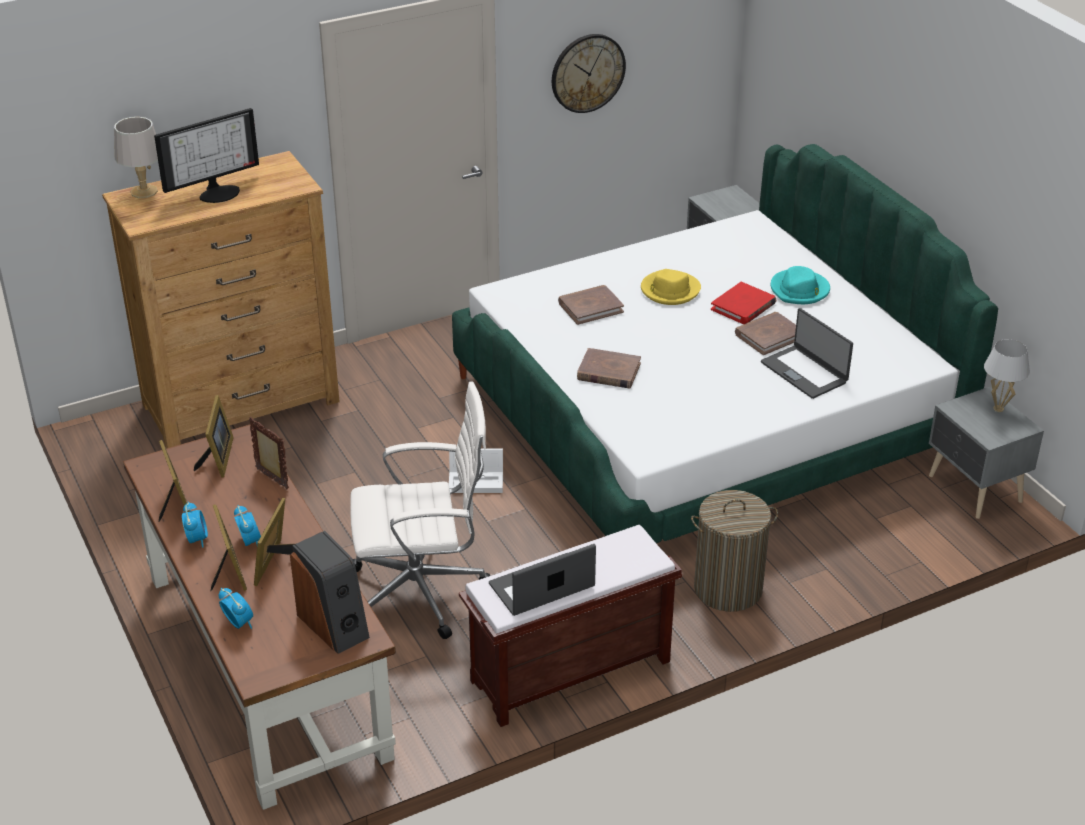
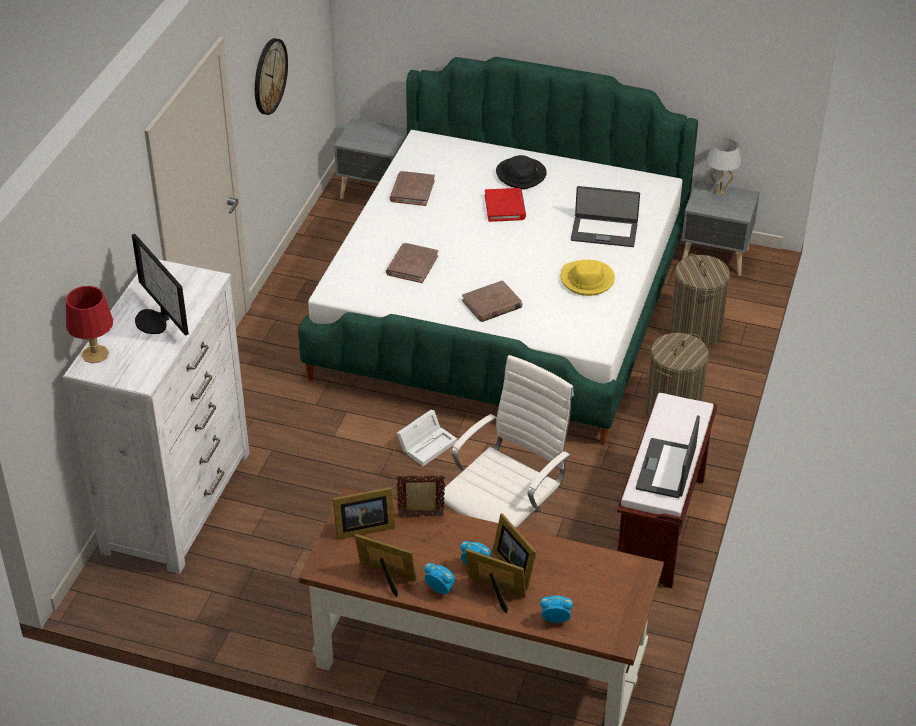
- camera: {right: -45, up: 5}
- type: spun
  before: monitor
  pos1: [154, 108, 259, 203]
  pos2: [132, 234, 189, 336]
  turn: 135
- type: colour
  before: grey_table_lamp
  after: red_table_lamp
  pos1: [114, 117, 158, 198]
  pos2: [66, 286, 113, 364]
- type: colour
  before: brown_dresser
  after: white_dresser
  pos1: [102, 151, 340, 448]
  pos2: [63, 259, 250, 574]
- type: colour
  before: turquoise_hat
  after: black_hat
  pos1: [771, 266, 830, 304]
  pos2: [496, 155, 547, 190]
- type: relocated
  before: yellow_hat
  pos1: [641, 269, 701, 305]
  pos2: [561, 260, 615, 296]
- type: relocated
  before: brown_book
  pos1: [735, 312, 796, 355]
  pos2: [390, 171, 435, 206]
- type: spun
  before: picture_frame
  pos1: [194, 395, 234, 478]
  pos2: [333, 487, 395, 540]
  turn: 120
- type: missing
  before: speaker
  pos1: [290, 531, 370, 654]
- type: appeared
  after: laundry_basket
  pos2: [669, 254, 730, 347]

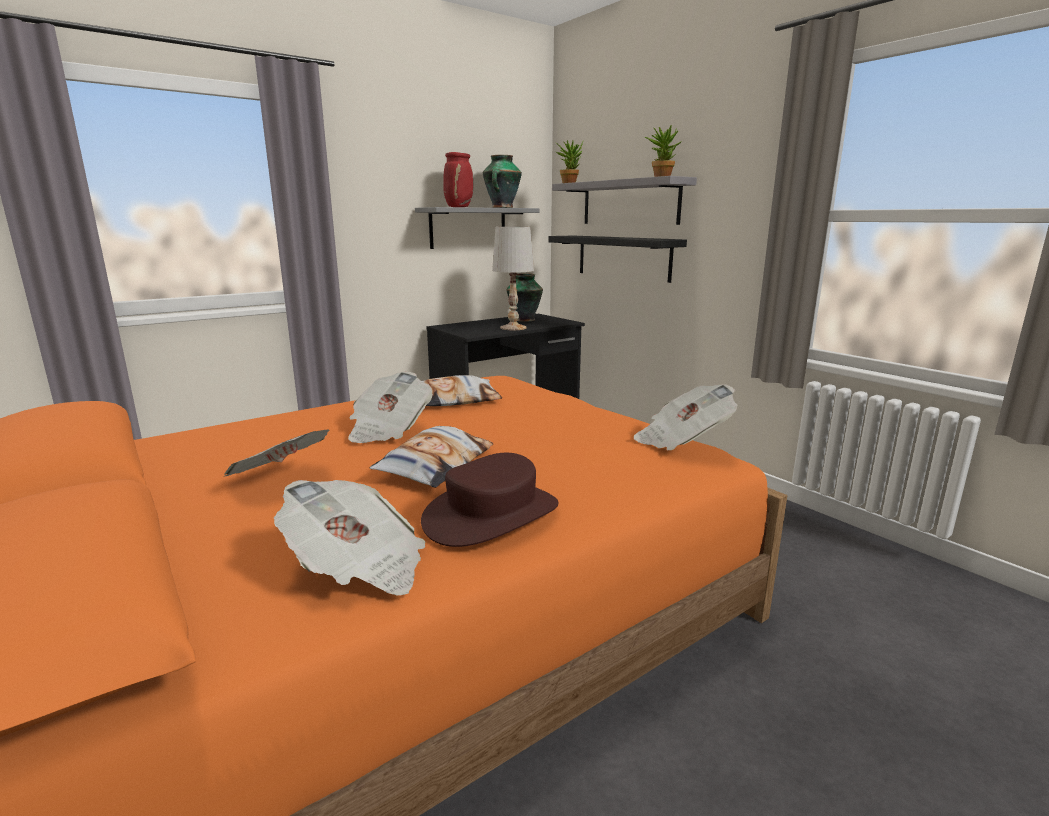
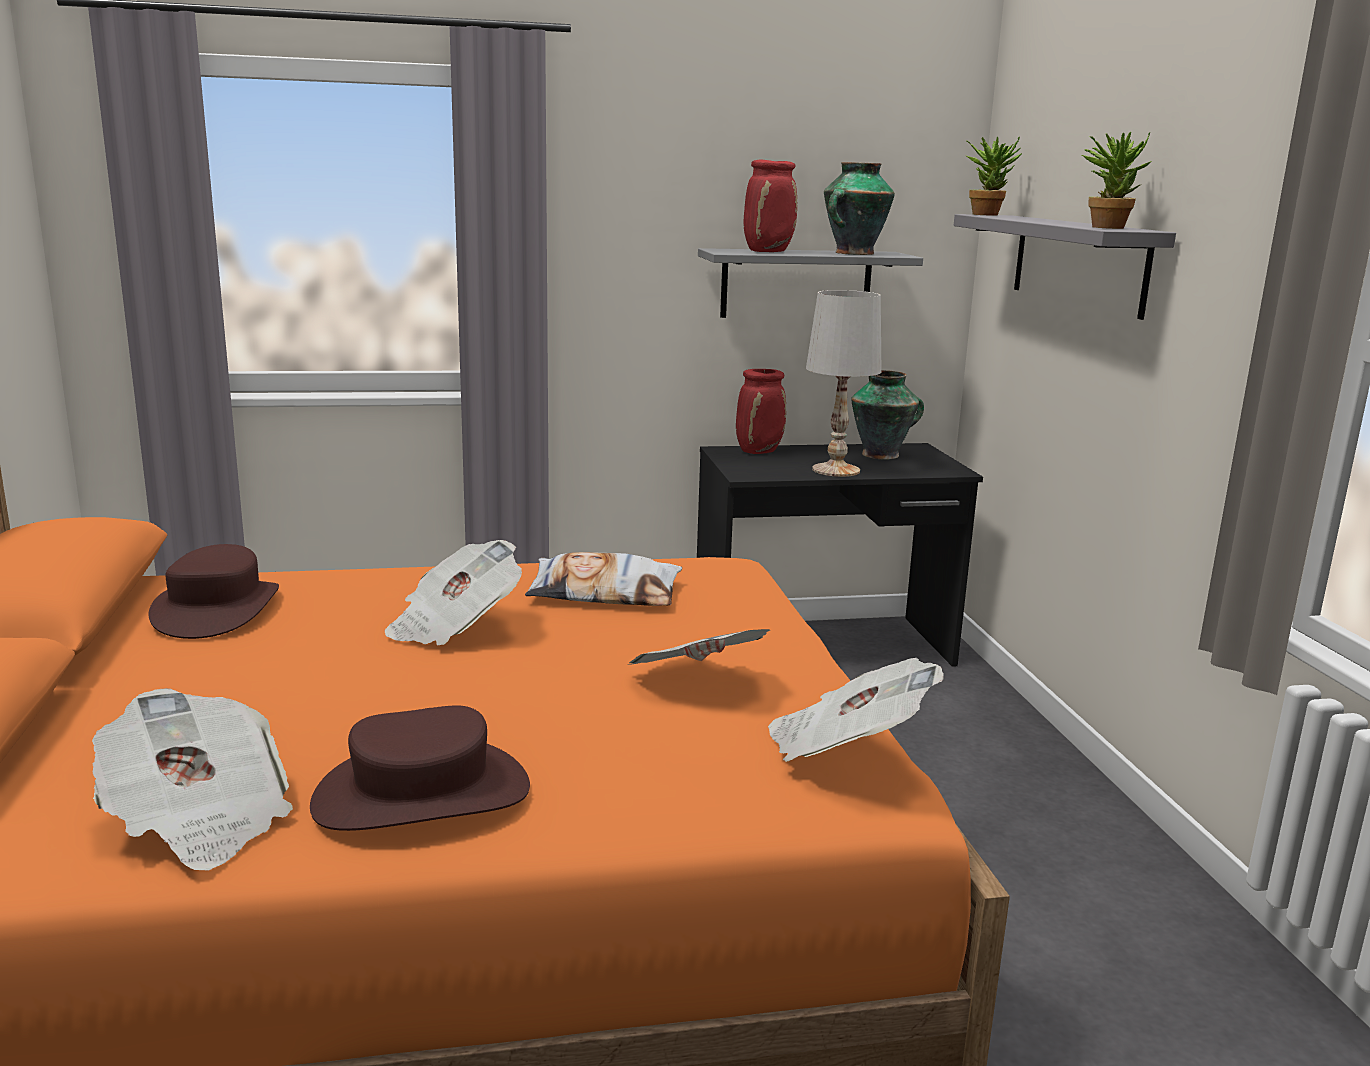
- camera: {right: 25, up: 0}
- type: missing
  before: black_shelf
  pos1: [548, 236, 687, 283]
- type: missing
  before: pillow
  pos1: [370, 426, 494, 488]
- type: relocated
  before: newspaper
  pos1: [223, 430, 330, 477]
  pos2: [629, 629, 770, 664]
- type: appeared
  after: red_vase
  pos2: [736, 369, 786, 454]
- type: appeared
  after: brown_hat
  pos2: [149, 544, 279, 639]

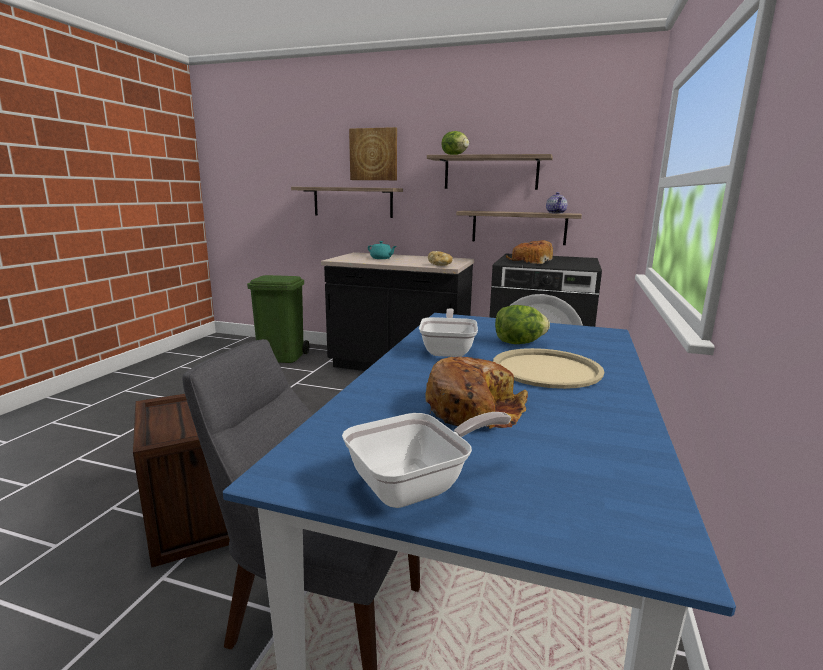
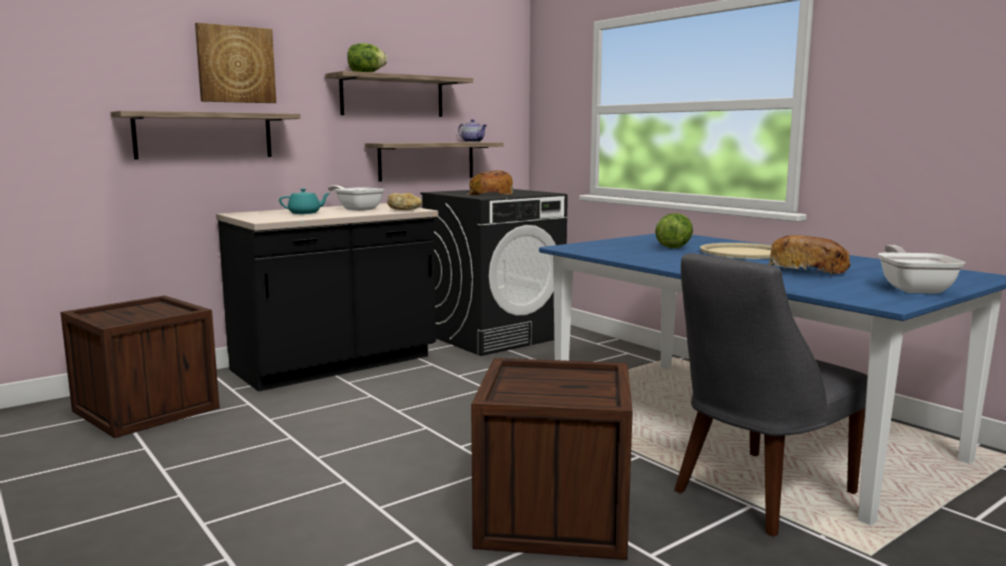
- camera: {right: -55, up: -5}
- type: exchanged
  before: green_trash_can
  after: crate
  pos1: [247, 275, 309, 363]
  pos2: [60, 295, 219, 438]
- type: relocated
  before: frying_pan
  pos1: [419, 308, 478, 357]
  pos2: [328, 185, 385, 211]

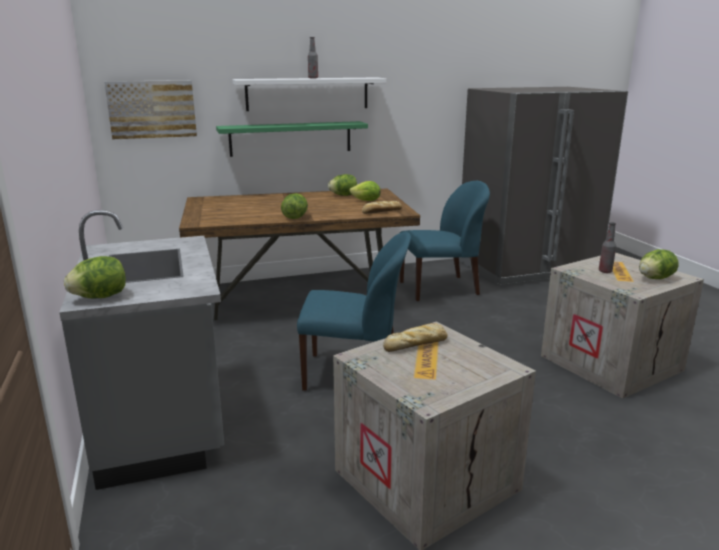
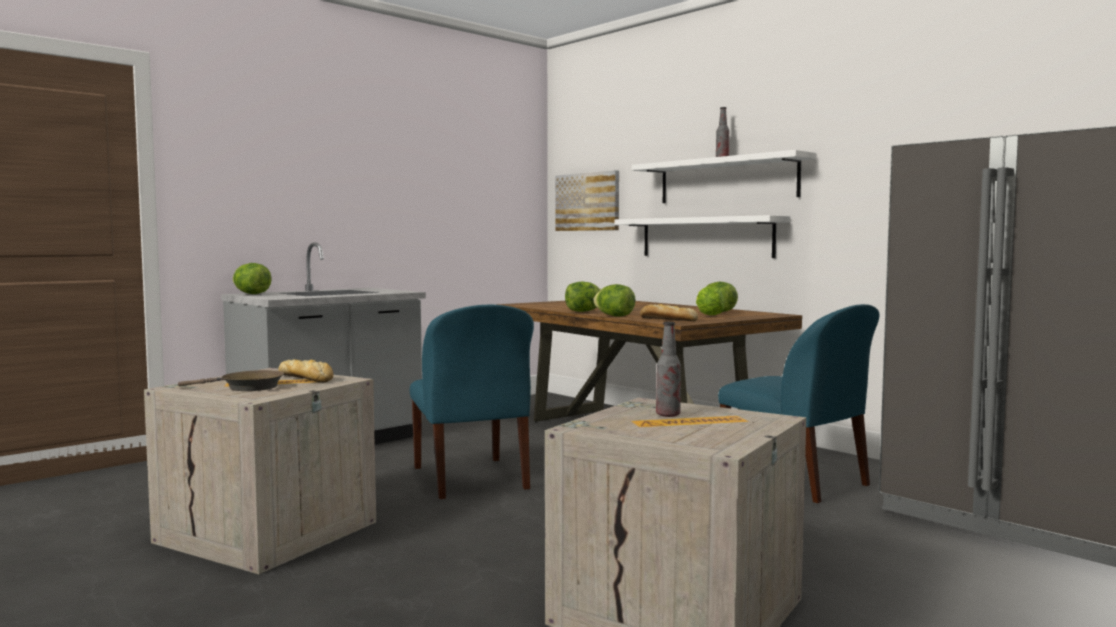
- camera: {right: 65, up: -15}
- type: colour
  before: green_shelf
  after: white_shelf
  pos1: [216, 121, 368, 157]
  pos2: [614, 215, 790, 258]
- type: relocated
  before: lettuce
  pos1: [639, 249, 678, 279]
  pos2: [593, 284, 636, 317]
- type: appeared
  after: brown_frying_pan
  pos2: [178, 370, 284, 391]

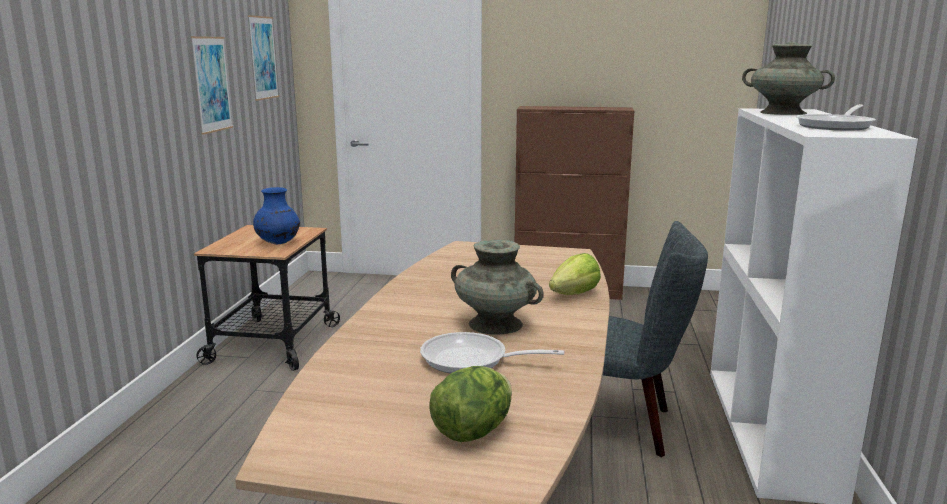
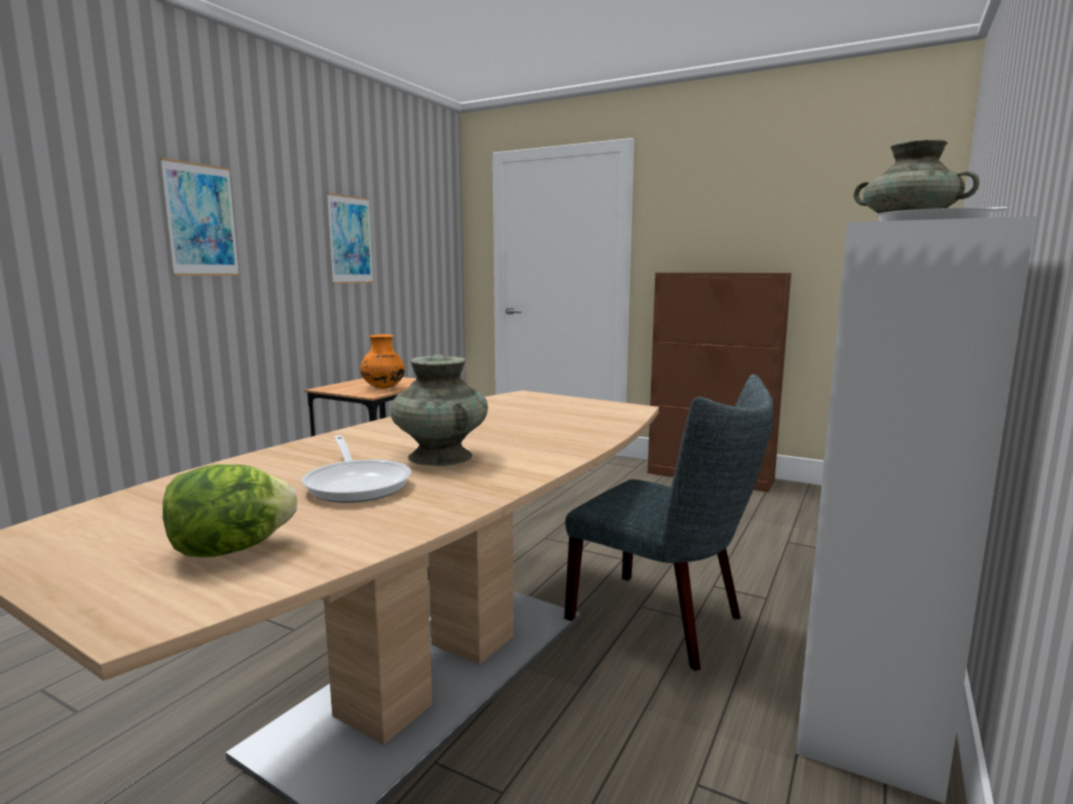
- camera: {right: 20, up: -5}
- type: relocated
  before: picture
  pos1: [248, 15, 279, 101]
  pos2: [160, 158, 240, 276]
- type: colour
  before: blue_vase
  after: orange_vase
  pos1: [253, 187, 300, 244]
  pos2: [360, 334, 405, 389]
- type: missing
  before: lettuce
  pos1: [549, 253, 601, 295]
- type: spun
  before: frying_pan
  pos1: [420, 332, 565, 374]
  pos2: [302, 435, 411, 503]
  turn: -150

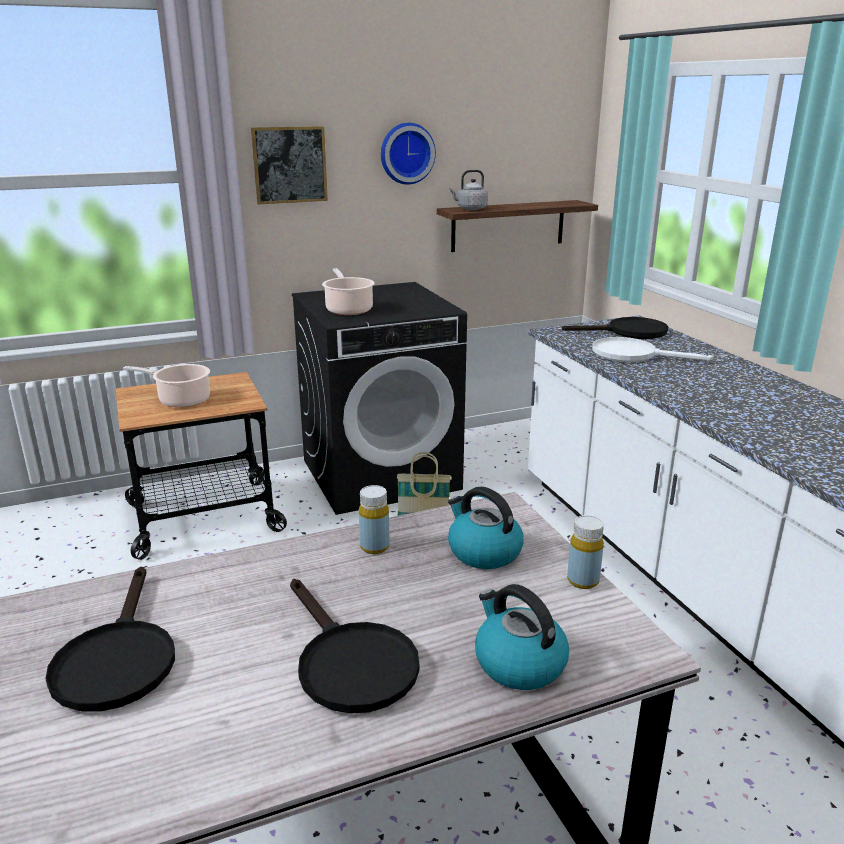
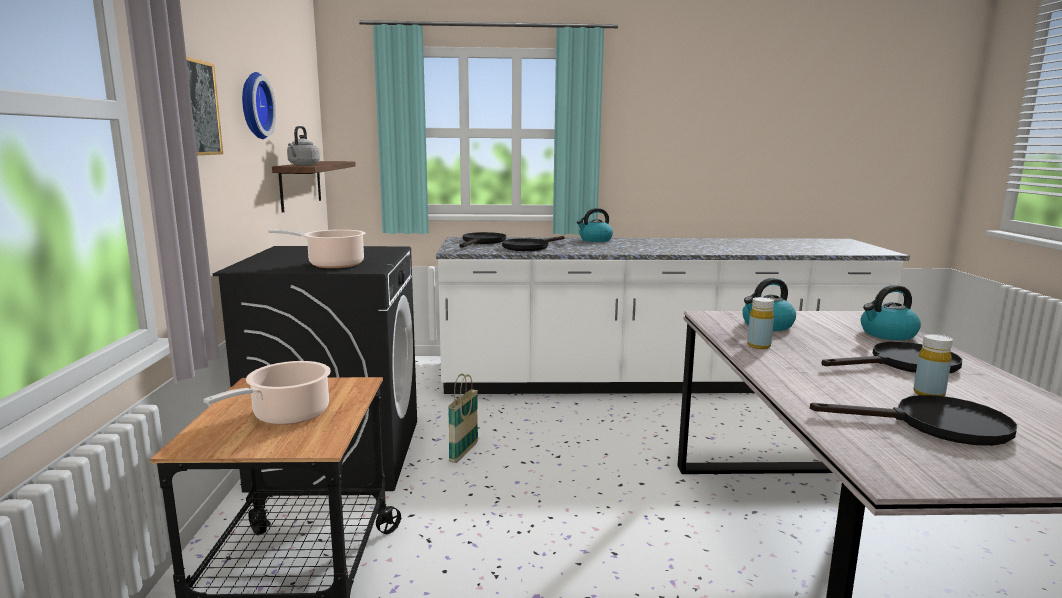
- camera: {right: -70, up: -10}
- type: colour
  before: white_frying_pan
  after: black_frying_pan
  pos1: [592, 337, 714, 362]
  pos2: [502, 236, 564, 251]
- type: relocated
  before: yellow_bottle
  pos1: [567, 515, 604, 589]
  pos2: [913, 334, 953, 396]
- type: appeared
  after: kettle
  pos2: [577, 208, 613, 242]

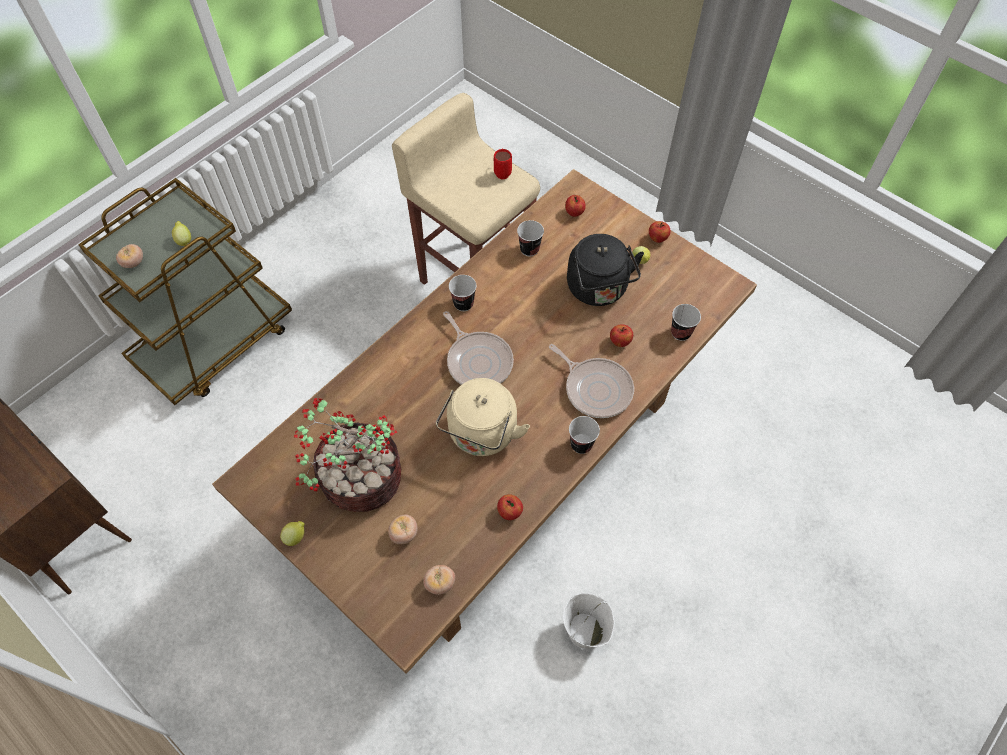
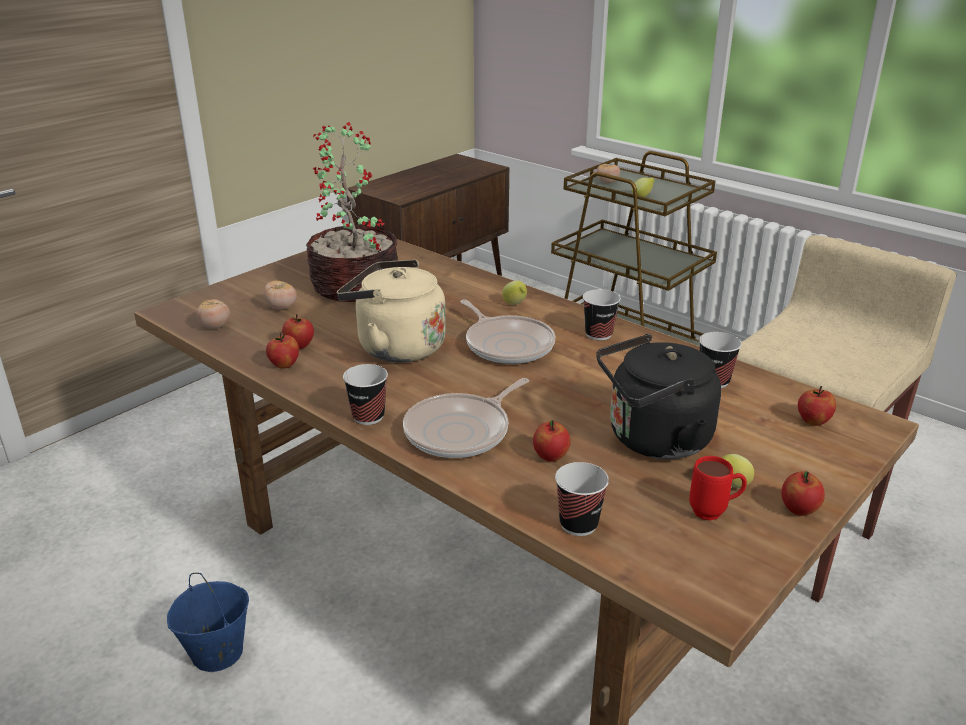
- camera: {right: 90, up: -30}
- type: relocated
  before: red_mug
  pos1: [494, 148, 512, 179]
  pos2: [689, 456, 747, 521]
- type: spun
  before: frying_pan
  pos1: [443, 311, 514, 385]
  pos2: [460, 299, 555, 364]
  turn: -90
- type: relocated
  before: lemon
  pos1: [280, 521, 305, 546]
  pos2: [502, 281, 527, 305]
- type: colour
  before: white_bucket
  after: blue_bucket
  pos1: [563, 593, 615, 649]
  pos2: [167, 573, 249, 672]
- type: appeared
  after: apple
  pos2: [282, 314, 314, 349]

